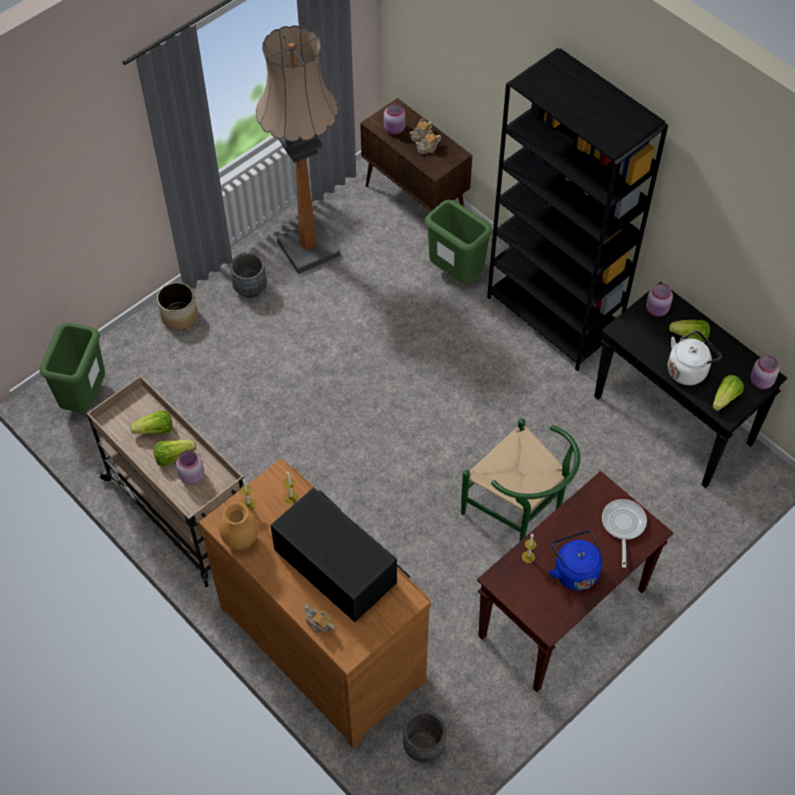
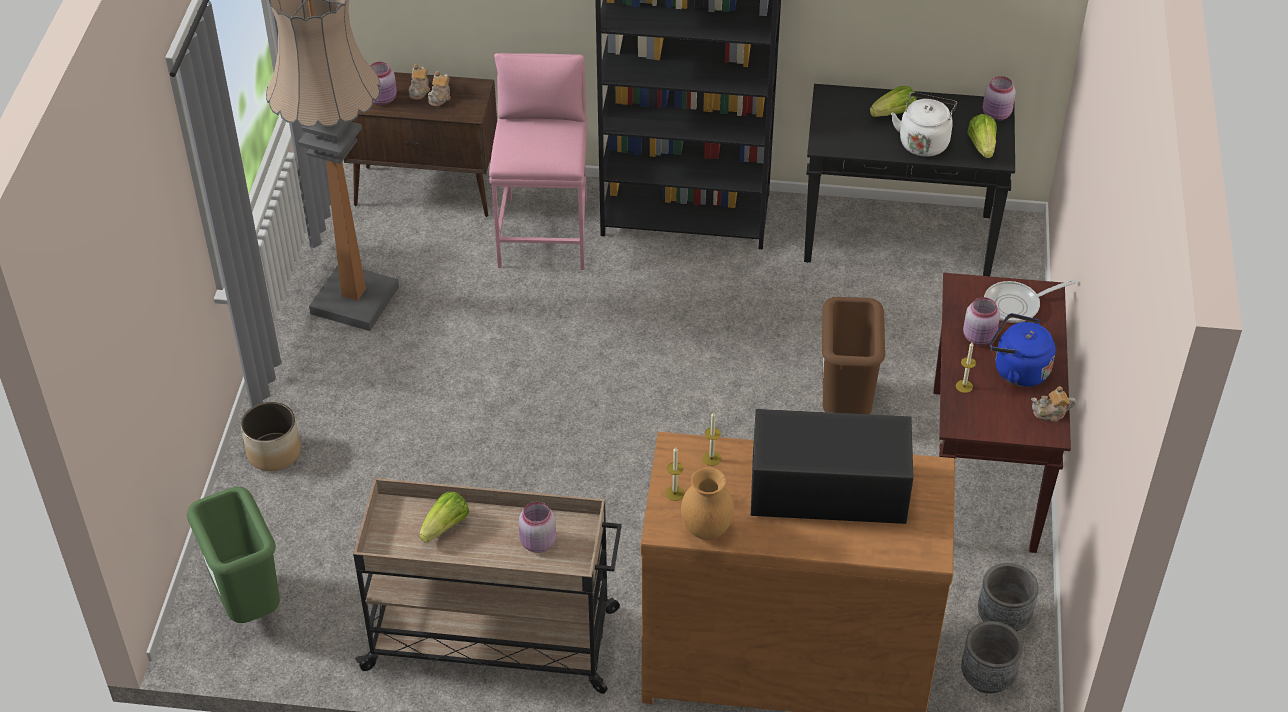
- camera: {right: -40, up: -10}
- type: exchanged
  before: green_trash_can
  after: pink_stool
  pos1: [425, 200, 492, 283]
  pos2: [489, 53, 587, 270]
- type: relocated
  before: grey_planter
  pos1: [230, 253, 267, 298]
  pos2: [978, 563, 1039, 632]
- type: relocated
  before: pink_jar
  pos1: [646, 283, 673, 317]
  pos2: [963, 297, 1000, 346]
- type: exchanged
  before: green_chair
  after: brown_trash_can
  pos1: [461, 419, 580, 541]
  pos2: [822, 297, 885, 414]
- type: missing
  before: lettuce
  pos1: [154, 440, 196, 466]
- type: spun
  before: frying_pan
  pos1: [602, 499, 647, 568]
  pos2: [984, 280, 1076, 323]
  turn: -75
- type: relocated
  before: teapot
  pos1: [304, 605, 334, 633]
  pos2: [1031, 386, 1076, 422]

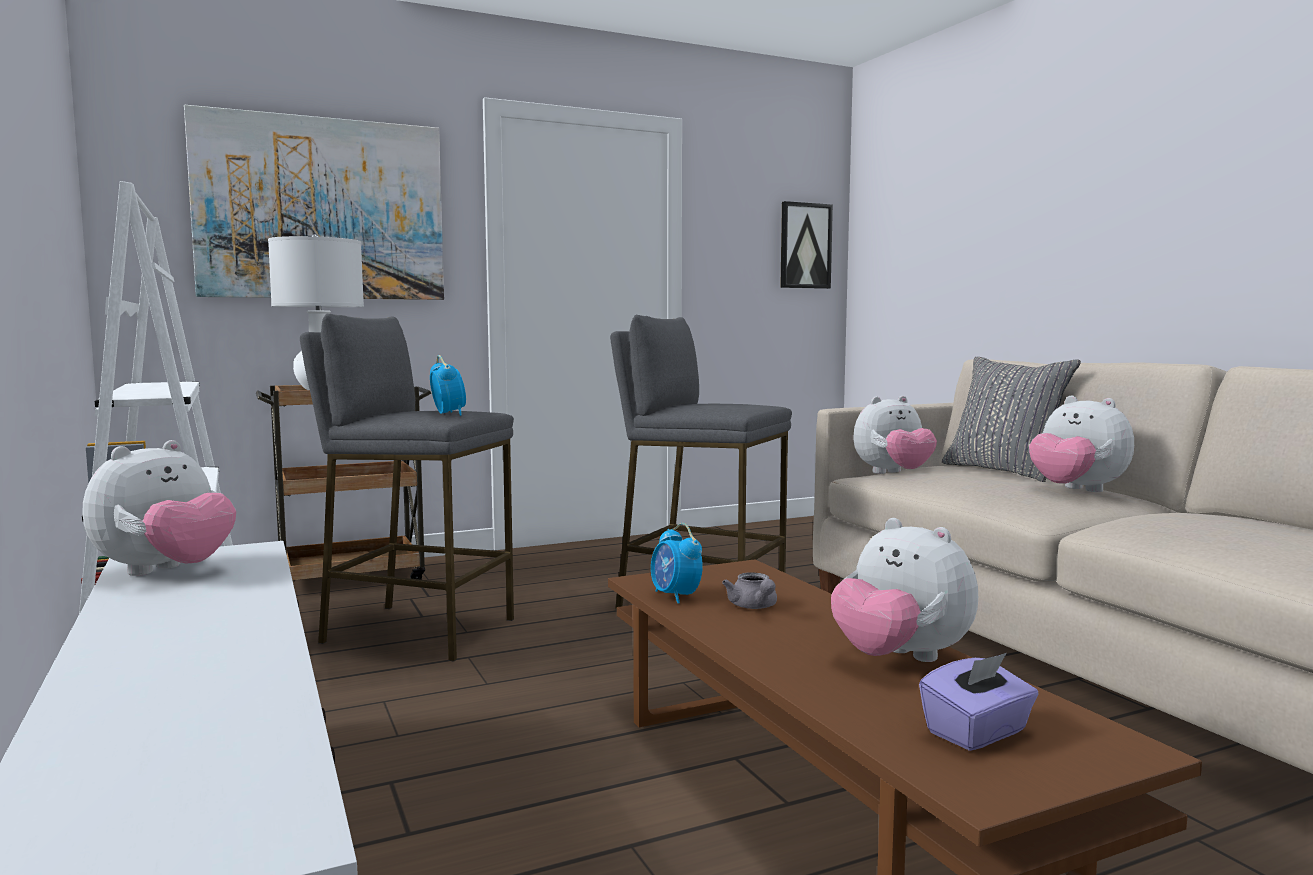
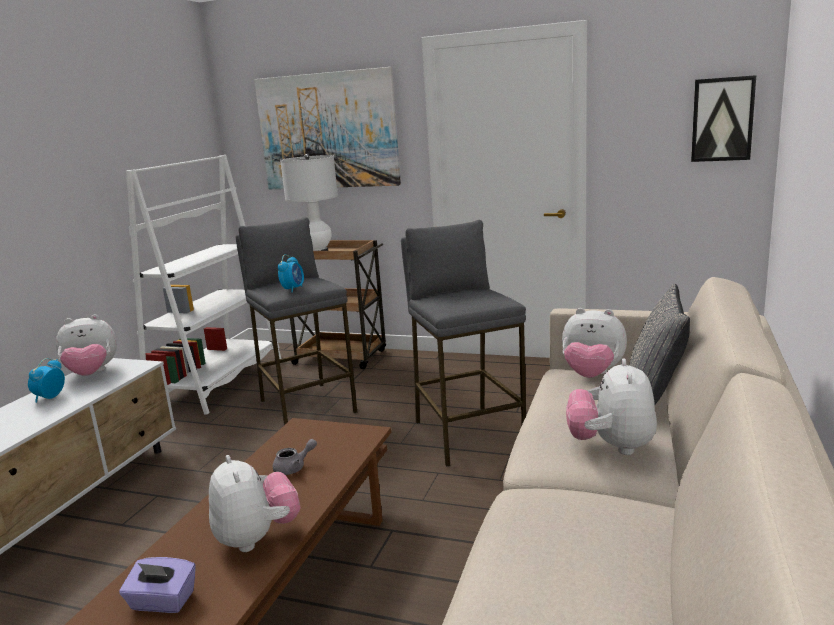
- camera: {right: 45, up: 10}
- type: spun
  before: plush_toy
  pos1: [831, 518, 978, 662]
  pos2: [209, 455, 301, 552]
  turn: 150
- type: relocated
  before: alarm_clock
  pos1: [651, 523, 703, 604]
  pos2: [28, 358, 65, 403]
- type: spun
  before: grey_teapot
  pos1: [722, 572, 777, 609]
  pos2: [273, 439, 317, 475]
  turn: -150

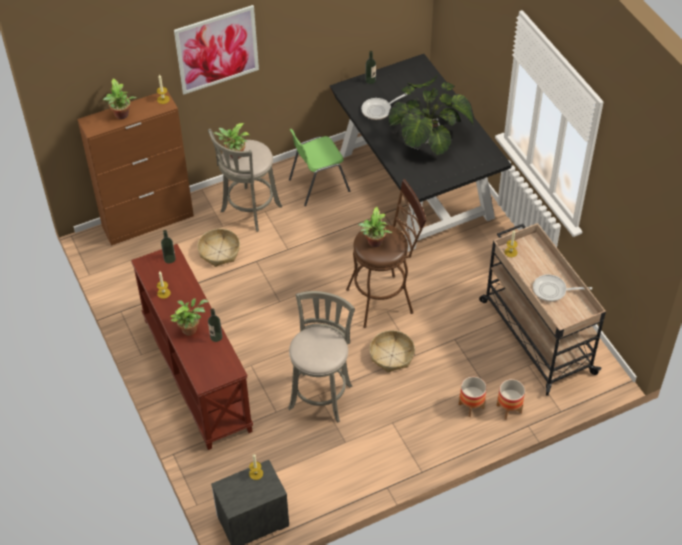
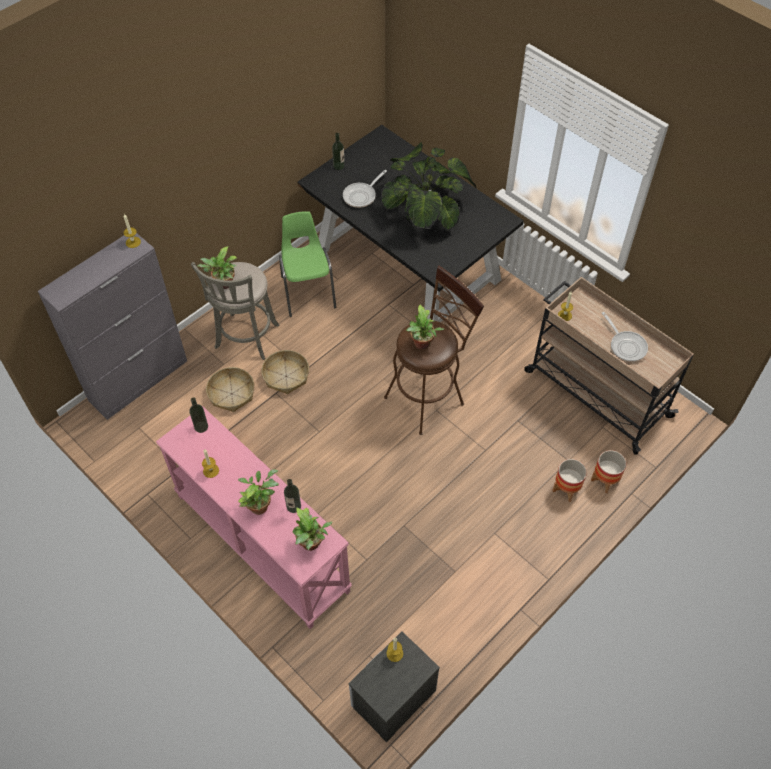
- camera: {right: -20, up: 5}
- type: missing
  before: picture
  pos1: [174, 5, 259, 95]
- type: relocated
  before: potted_plant
  pos1: [103, 78, 137, 120]
  pos2: [293, 507, 333, 551]
- type: colour
  before: brown_cabinet
  after: grey_cabinet
  pos1: [77, 90, 194, 246]
  pos2: [38, 233, 187, 420]
- type: spun
  before: green_chair
  pos1: [289, 129, 350, 206]
  pos2: [279, 211, 336, 317]
  turn: 120
- type: colour
  before: brown_console_table
  after: pink_console_table
  pos1: [131, 244, 253, 450]
  pos2: [156, 406, 352, 629]
- type: spun
  before: frying_pan
  pos1: [533, 274, 592, 302]
  pos2: [602, 312, 648, 362]
  turn: -105
- type: missing
  before: grey_stool
  pos1: [288, 291, 355, 423]
- type: relocated
  before: basket
  pos1: [369, 330, 415, 372]
  pos2: [261, 350, 309, 394]

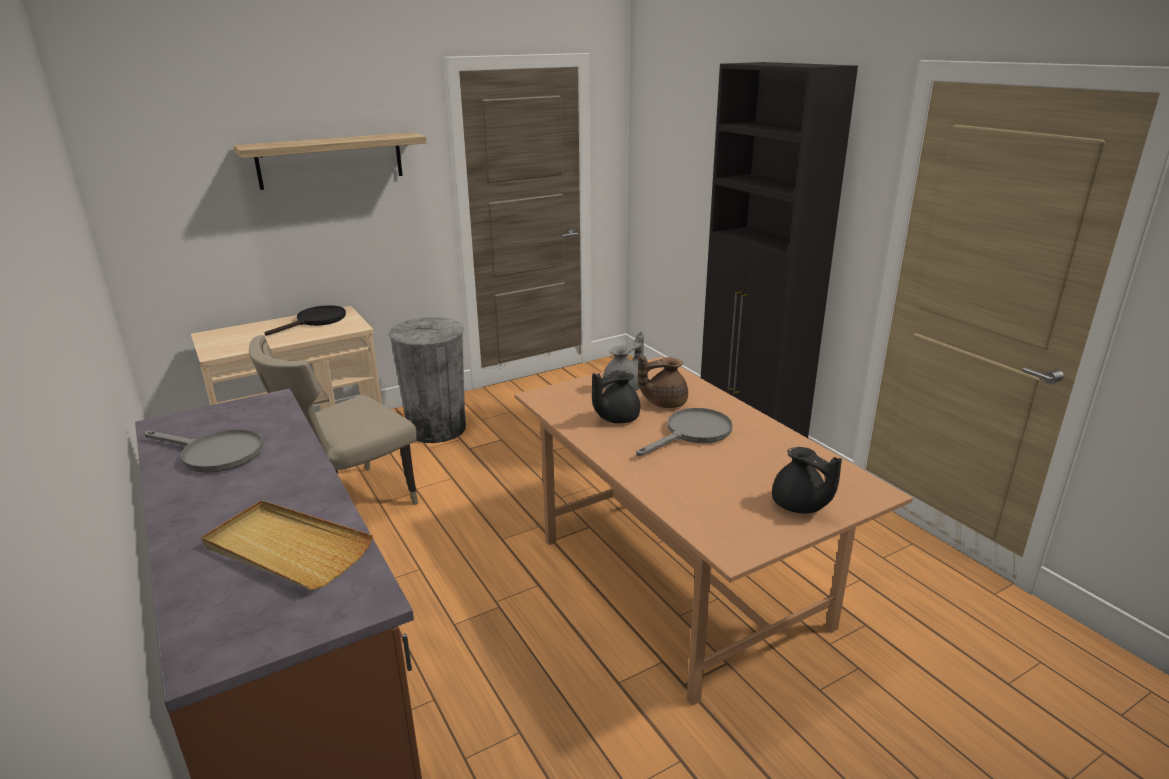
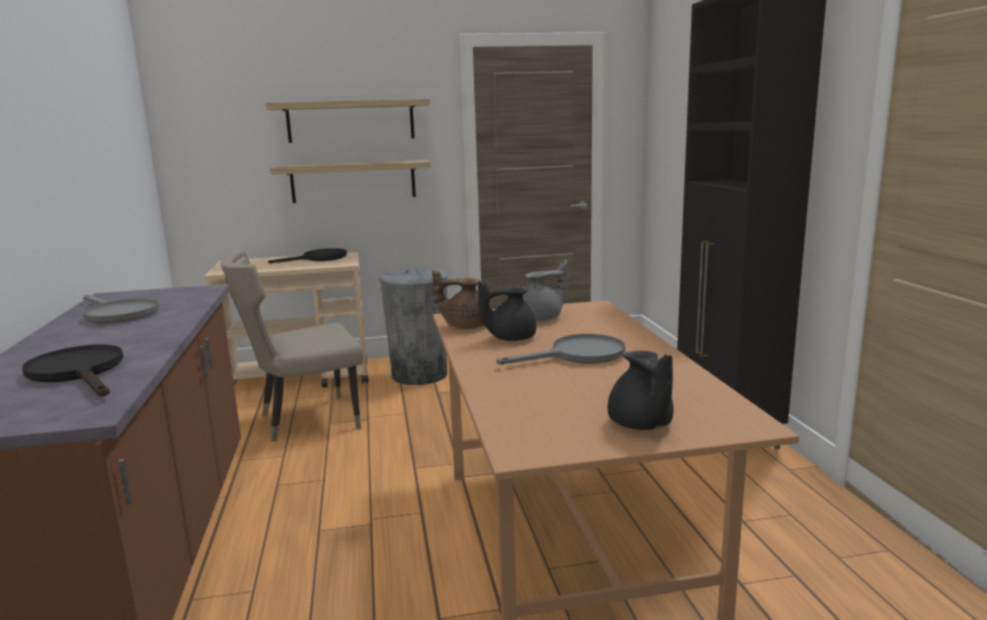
- camera: {right: 20, up: -10}
- type: relocated
  before: brown_teapot
  pos1: [638, 355, 688, 408]
  pos2: [432, 270, 484, 329]
- type: exchanged
  before: beige_tray
  after: black_frying_pan
  pos1: [201, 500, 373, 590]
  pos2: [22, 344, 123, 397]
- type: appeared
  after: shelf
  pos2: [270, 160, 431, 203]

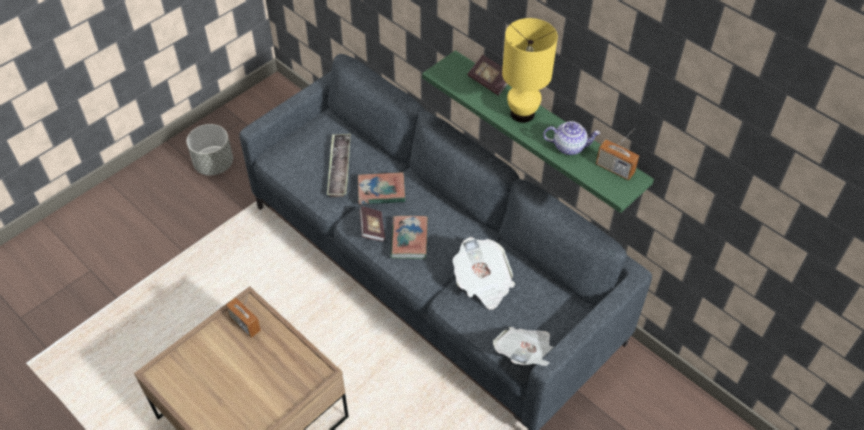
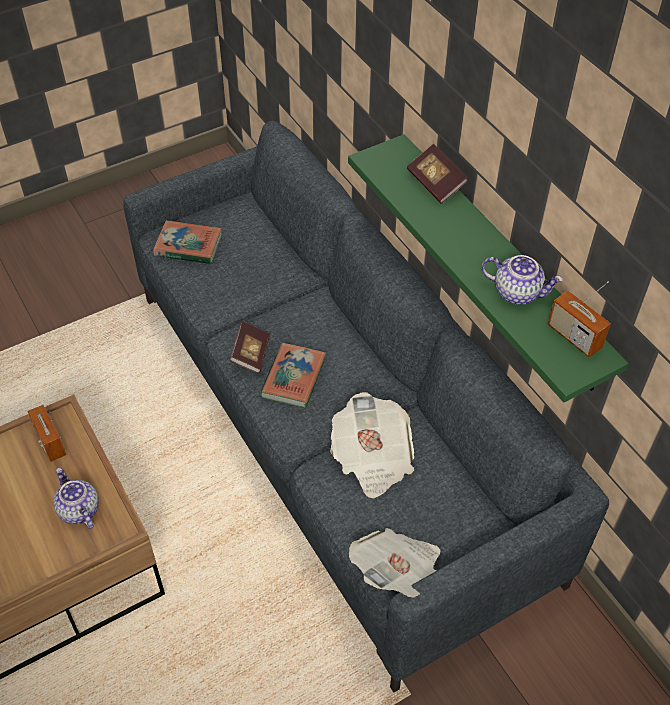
- camera: {right: 15, up: 0}
- type: missing
  before: yellow_table_lamp
  pos1: [502, 18, 558, 123]
- type: missing
  before: grey_planter
  pos1: [187, 124, 233, 175]
- type: missing
  before: tray
  pos1: [327, 134, 351, 197]
- type: relocated
  before: book
  pos1: [358, 172, 405, 205]
  pos2: [153, 220, 222, 264]
- type: appeared
  after: teapot
  pos2: [53, 468, 99, 529]

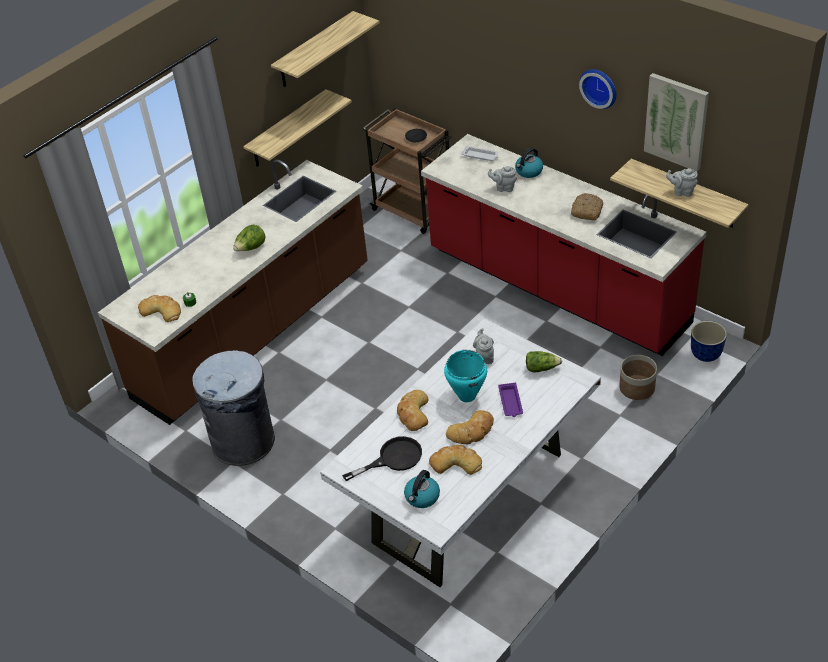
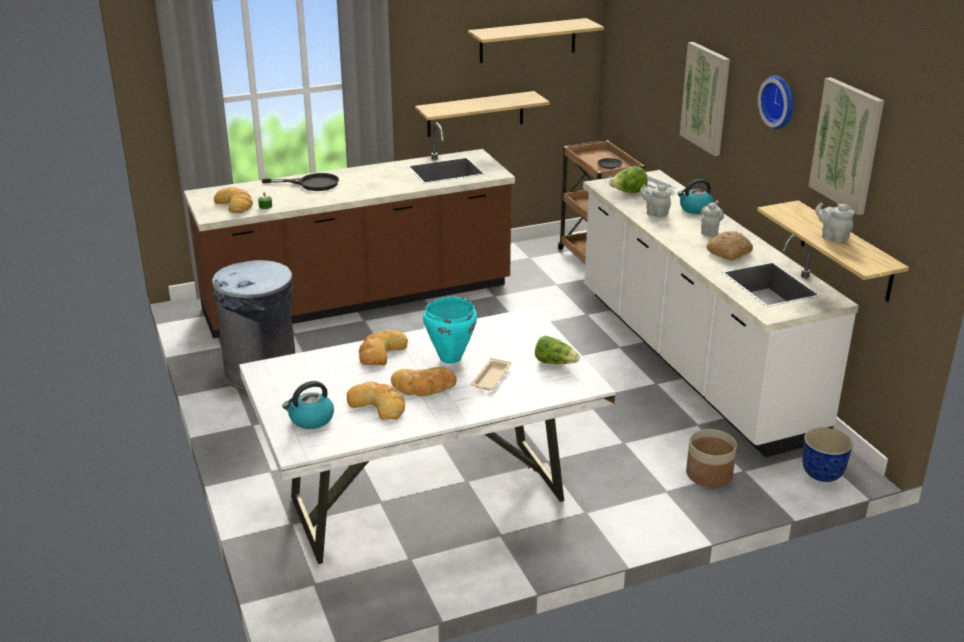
- camera: {right: 25, up: -15}
- type: colour
  before: red_counter
  after: white_counter
  pos1: [421, 134, 707, 356]
  pos2: [583, 170, 859, 458]
- type: relocated
  before: lettuce
  pos1: [233, 224, 265, 251]
  pos2: [609, 167, 648, 193]
- type: relocated
  before: grey_teapot
  pos1: [473, 328, 494, 364]
  pos2: [701, 200, 724, 236]
- type: colour
  before: purple_tray
  after: beige_tray
  pos1: [498, 383, 523, 417]
  pos2: [471, 358, 511, 391]
- type: relocated
  before: black_frying_pan
  pos1: [342, 436, 422, 481]
  pos2: [261, 173, 339, 191]
- type: appeared
  after: picture
  pos2: [680, 42, 730, 156]

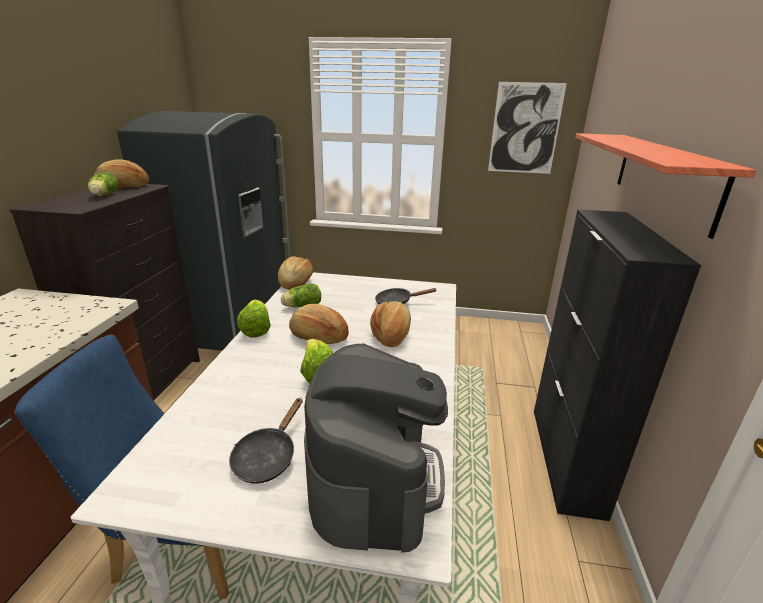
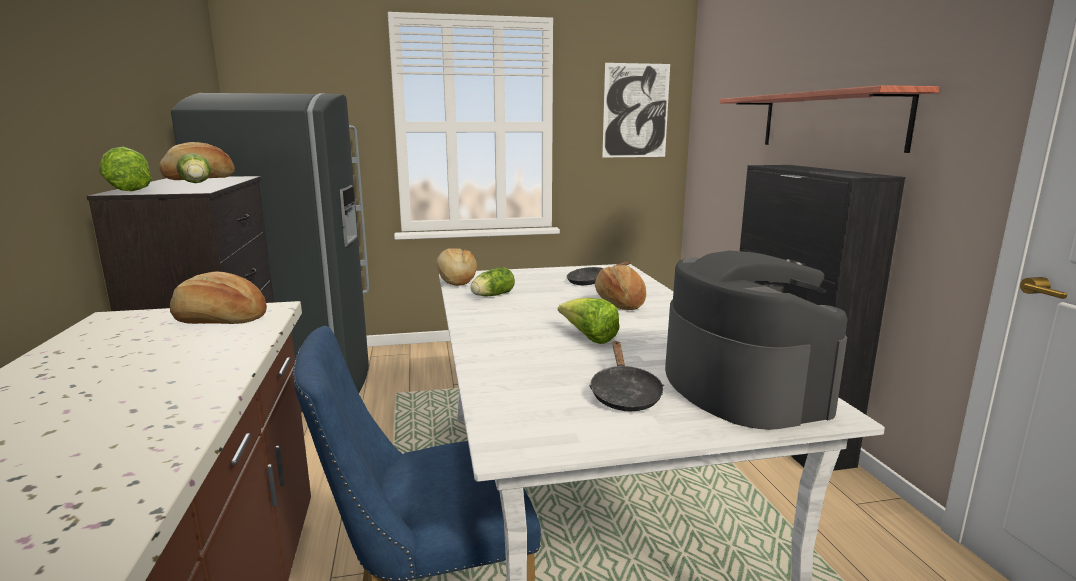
- camera: {right: -20, up: -10}
- type: relocated
  before: lettuce
  pos1: [237, 299, 271, 337]
  pos2: [99, 147, 152, 191]
- type: relocated
  before: bread
  pos1: [289, 304, 349, 344]
  pos2: [170, 271, 267, 324]

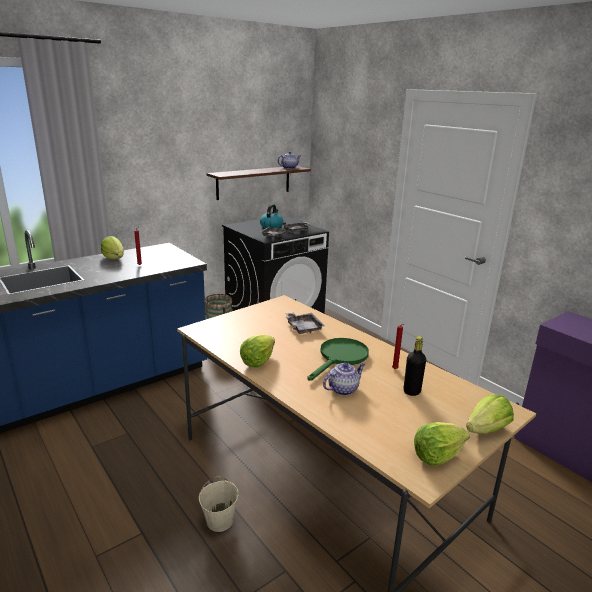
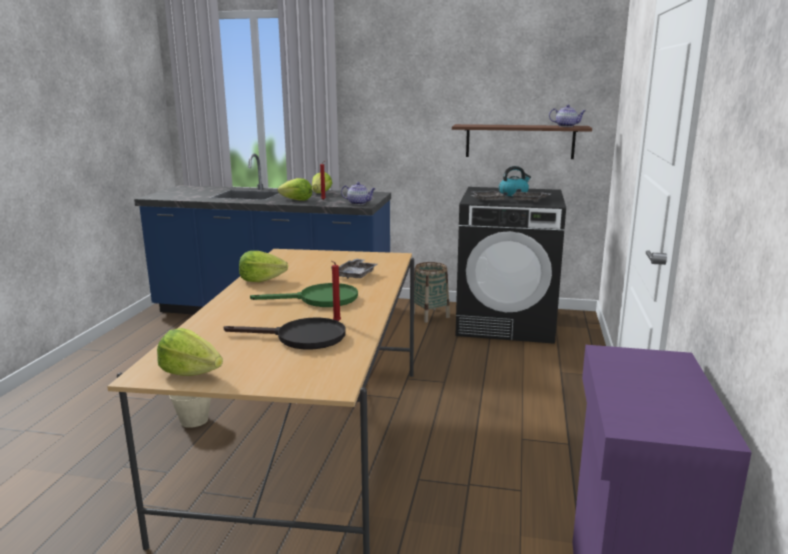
- camera: {right: 50, up: -5}
- type: exchanged
  before: black_bottle
  after: black_frying_pan
  pos1: [404, 336, 426, 396]
  pos2: [224, 318, 346, 350]
- type: relocated
  before: teapot
  pos1: [323, 363, 365, 396]
  pos2: [341, 182, 376, 205]
- type: relocated
  before: lettuce
  pos1: [466, 394, 514, 434]
  pos2: [278, 178, 312, 201]

